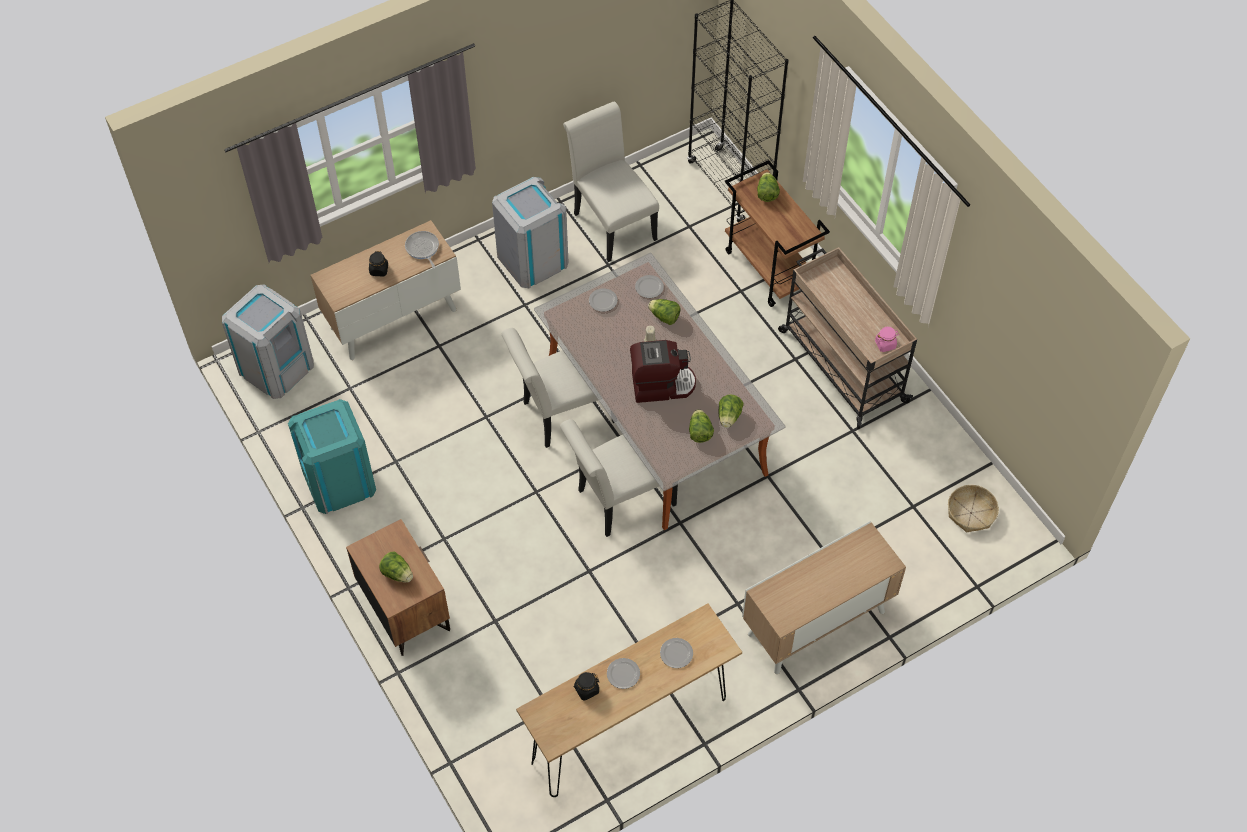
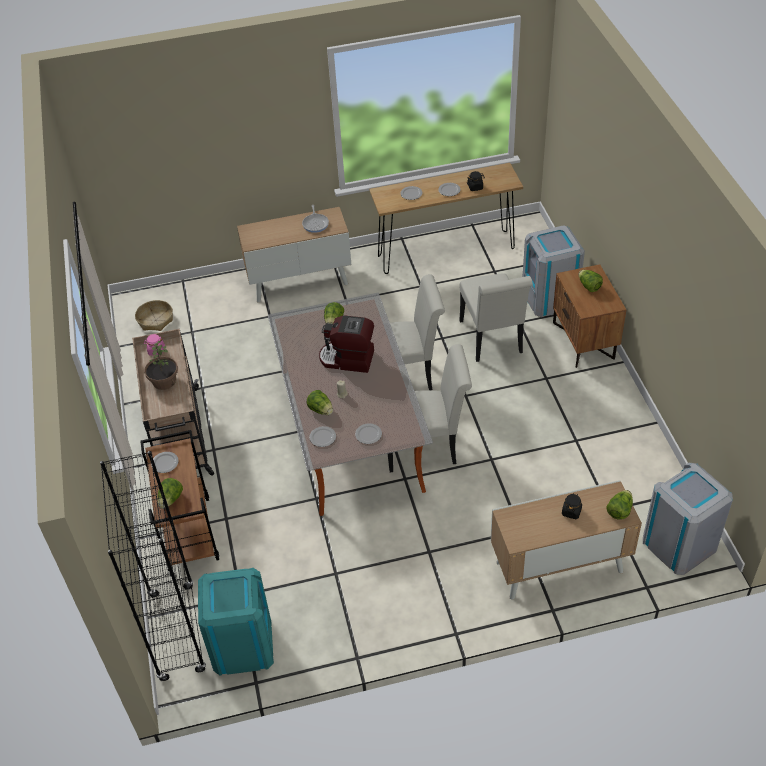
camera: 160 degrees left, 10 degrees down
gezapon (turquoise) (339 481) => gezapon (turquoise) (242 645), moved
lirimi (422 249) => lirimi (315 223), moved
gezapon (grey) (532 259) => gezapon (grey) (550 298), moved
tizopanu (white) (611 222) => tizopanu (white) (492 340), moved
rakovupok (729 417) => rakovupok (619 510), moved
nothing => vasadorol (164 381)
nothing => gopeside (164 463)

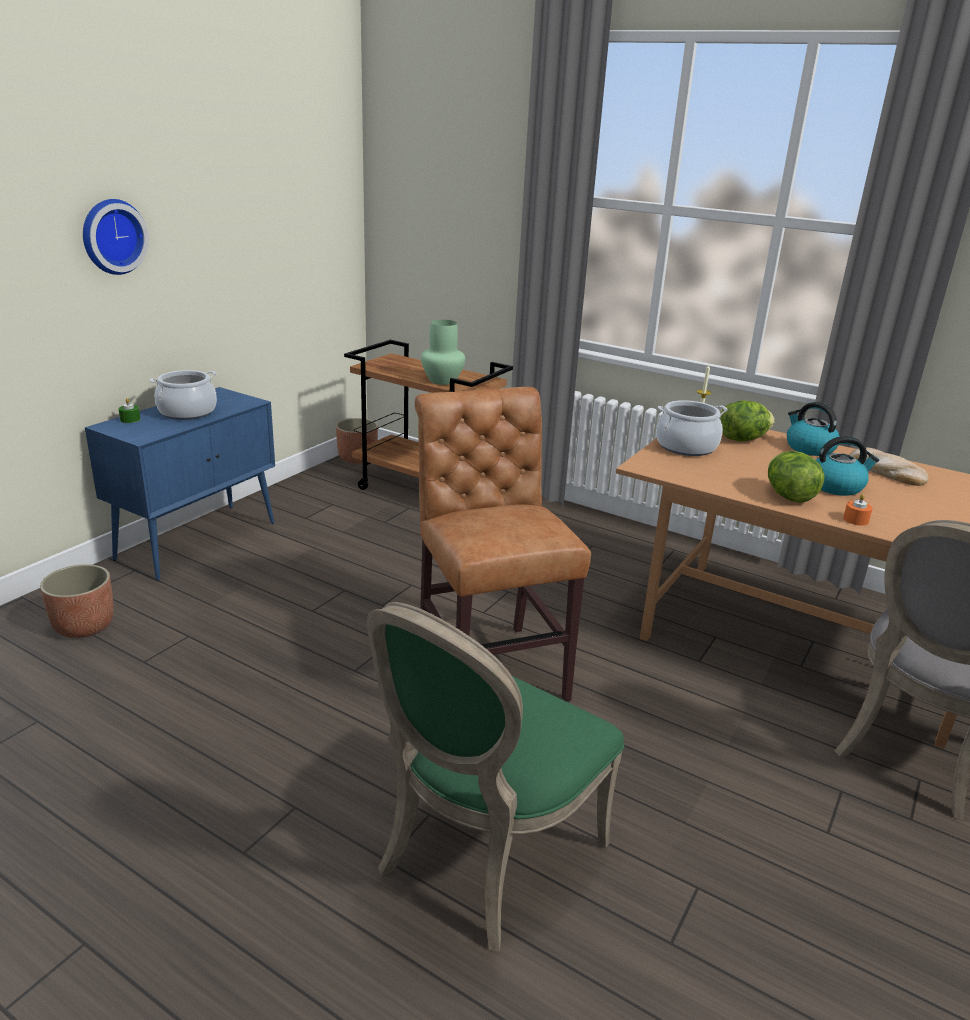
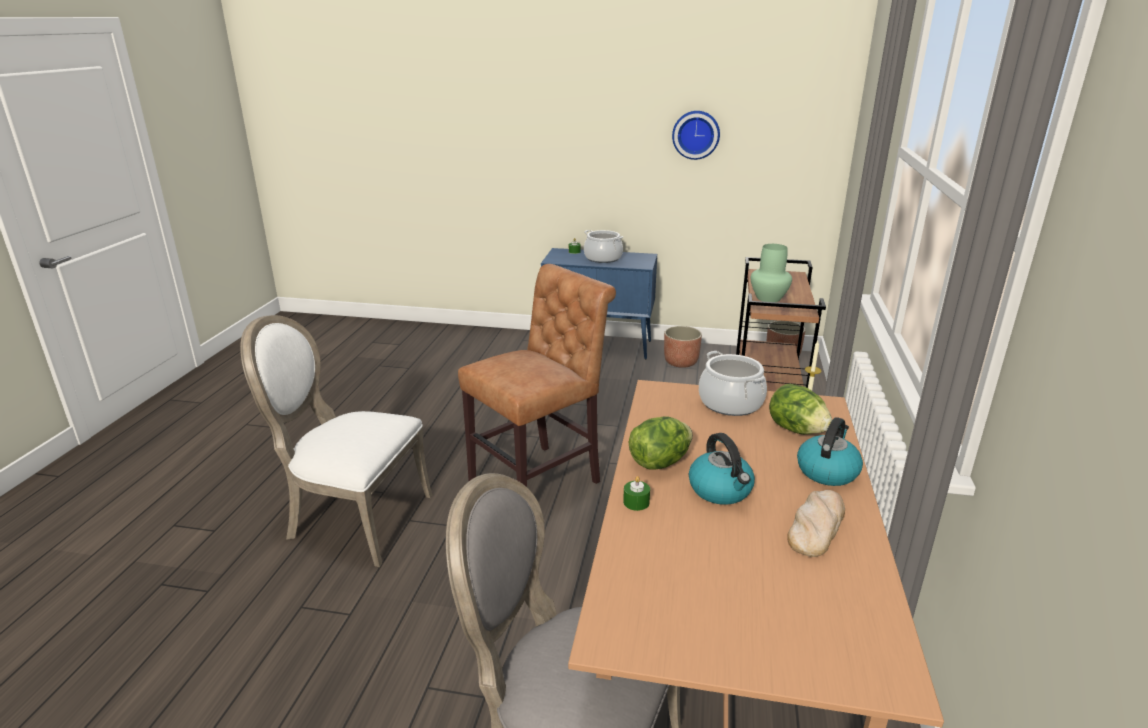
camera: 70 degrees right, 0 degrees up
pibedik (84 626) => pibedik (680 362), moved
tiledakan (112 236) => tiledakan (696 134), moved
tizopanu (green) (482 857) => tizopanu (white) (353 519)
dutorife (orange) (855 520) => dutorife (green) (636 502)

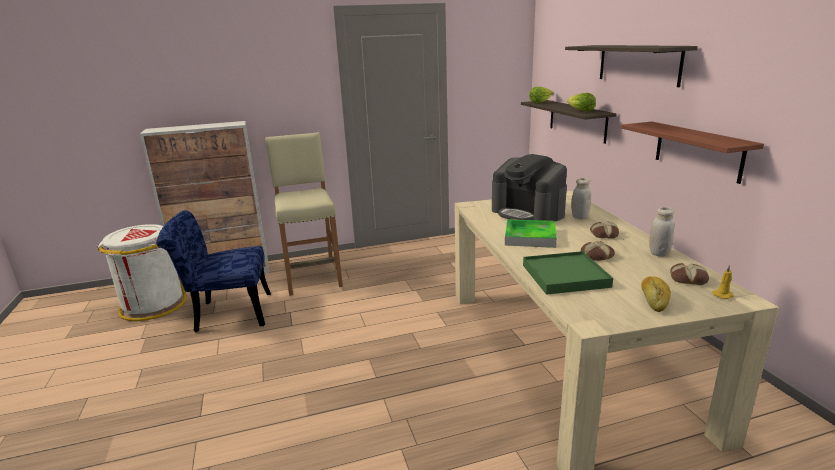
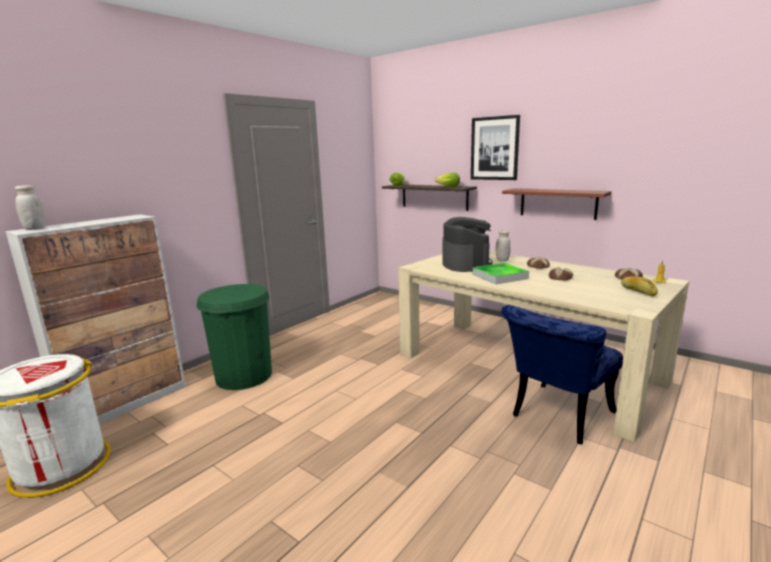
camera: 35 degrees left, 5 degrees down
tizopanu (blue) (226 314) => tizopanu (blue) (557 417), moved
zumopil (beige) (313 276) => gezapon (green) (244 376)
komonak (528 213) => komonak (465 264), 105 degrees counterclockwise
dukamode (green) (565 276) => nothing
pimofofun (638 64) => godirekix (494 148)
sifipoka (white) (659 253) => sifipoka (white) (35 229), moved

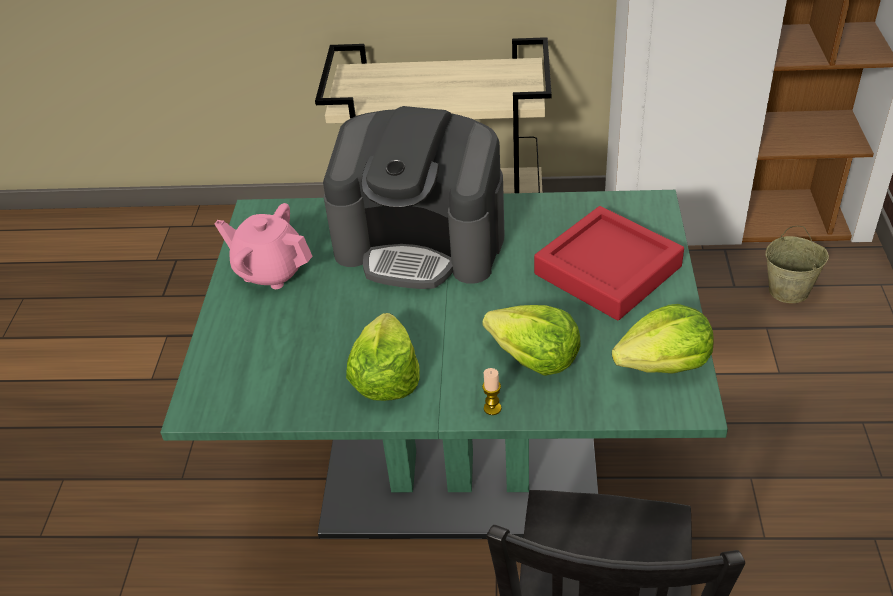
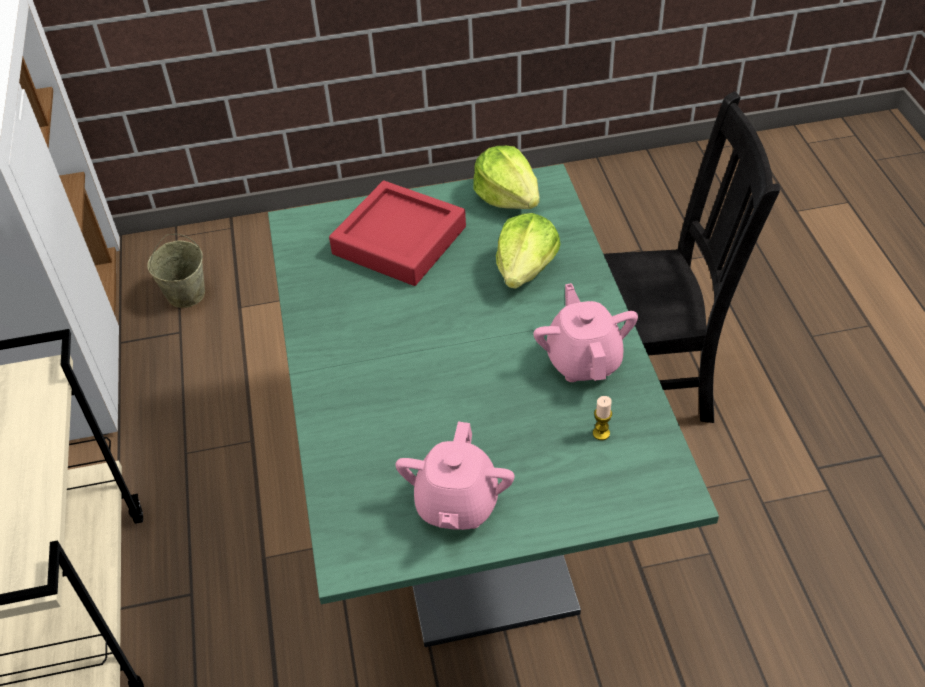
camera: 105 degrees left, 5 degrees up
komonak (421 243) => nothing
rakovupok (385 377) => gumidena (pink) (583 360)
dutorife (492 408) => dutorife (601 433), moved

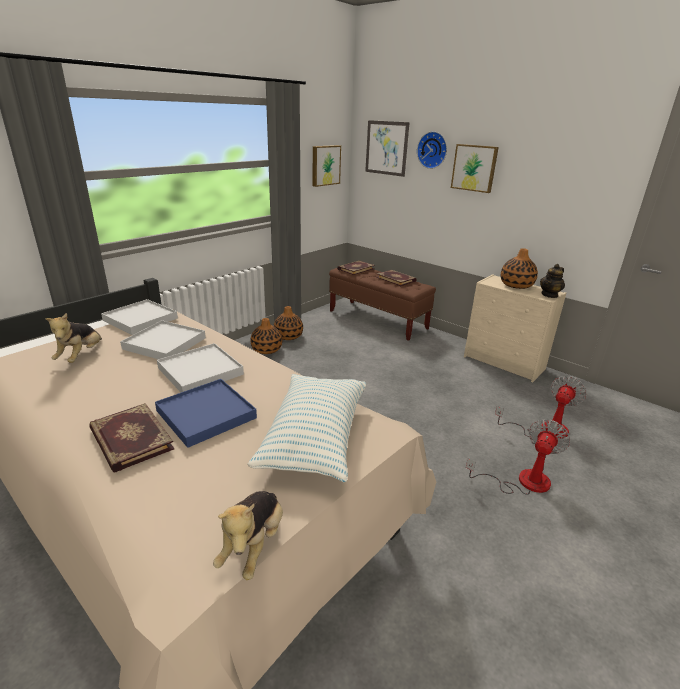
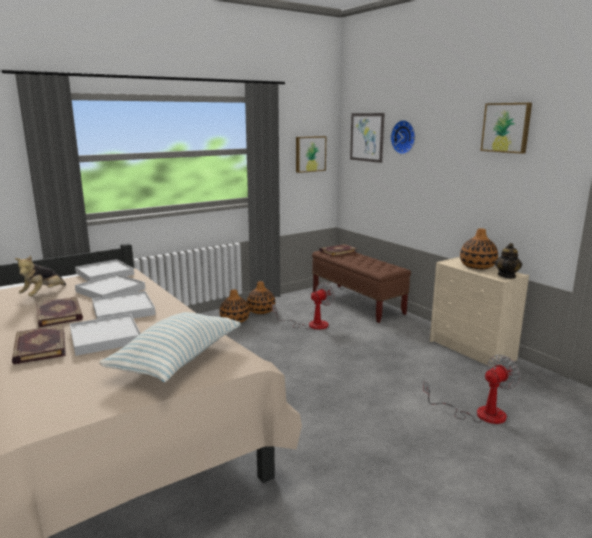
camera: 15 degrees right, 10 degrees down
dukamode (blue) (206 414) => dukamode (white) (105 337)
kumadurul (253 545) => nothing
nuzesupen (396 279) => nuzesupen (60 314), moved
godirekix (474 168) => godirekix (506 127), moved
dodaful (522 481) => dodaful (311 325), moved
gumidena (549 295) => gumidena (507 276), 45 degrees counterclockwise

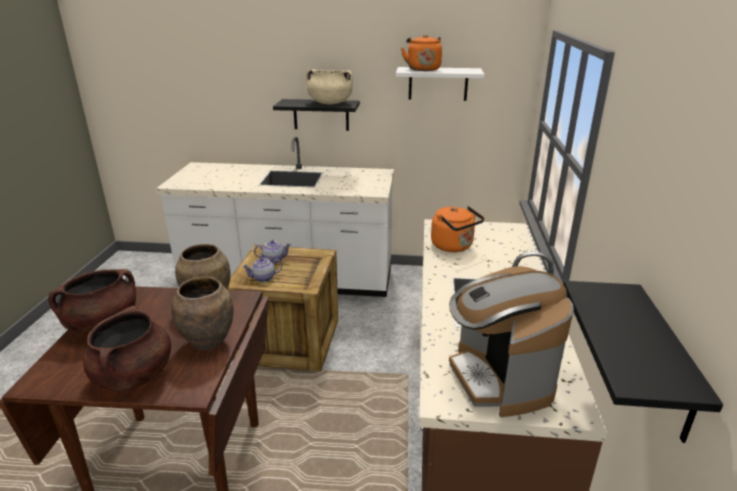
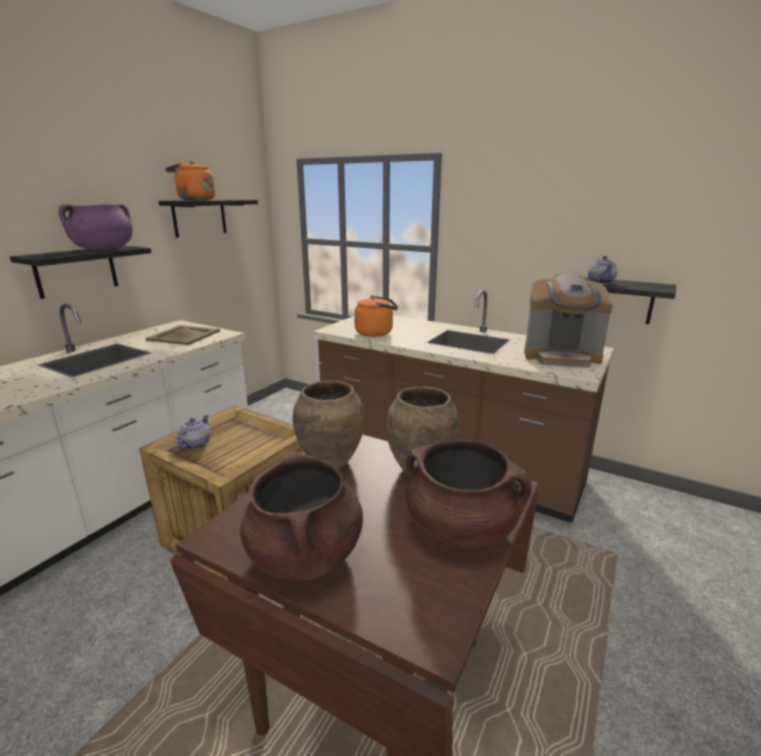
camera: 65 degrees left, 5 degrees down
gumidena (263 278) => gumidena (601 282), moved
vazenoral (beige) (330 103) => vazenoral (purple) (104 249)
pimofofun (white) (438 83) => pimofofun (black) (199 217)
nothing => dukamode (beige) (184 335)

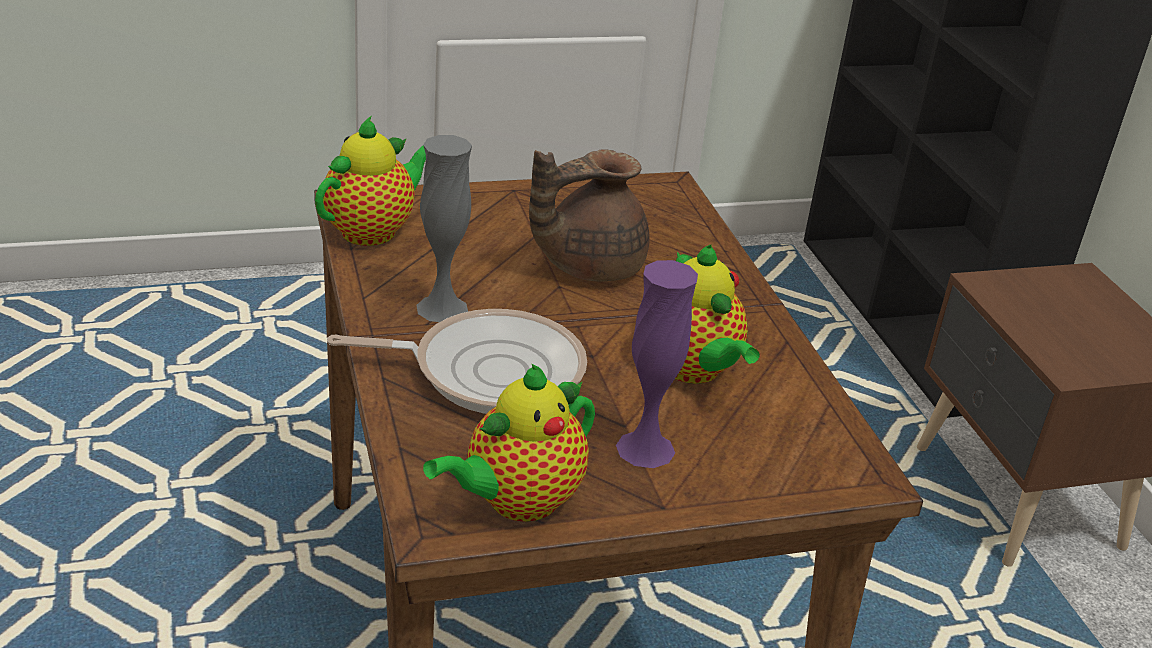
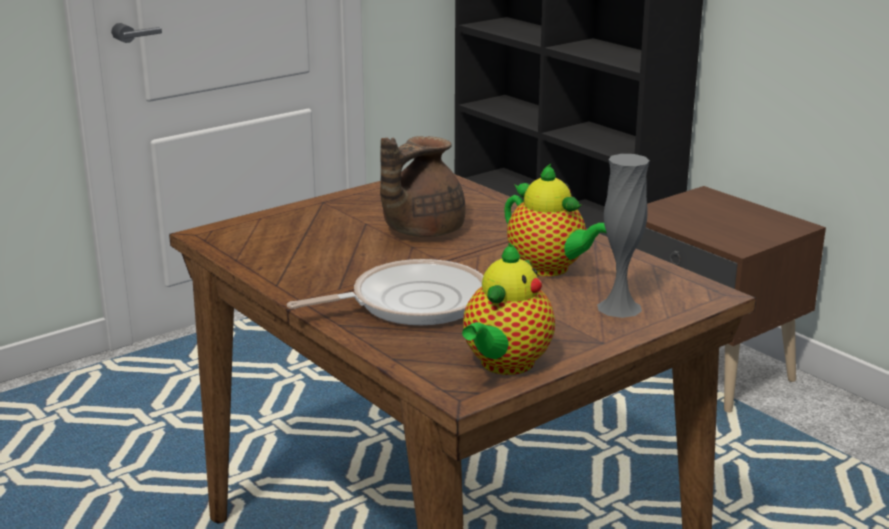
camera: 20 degrees left, 10 degrees down
gumidena (374 230) => nothing
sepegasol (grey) (442 308) => sepegasol (grey) (619 307), moved
sepegasol (purple) (645 449) => nothing

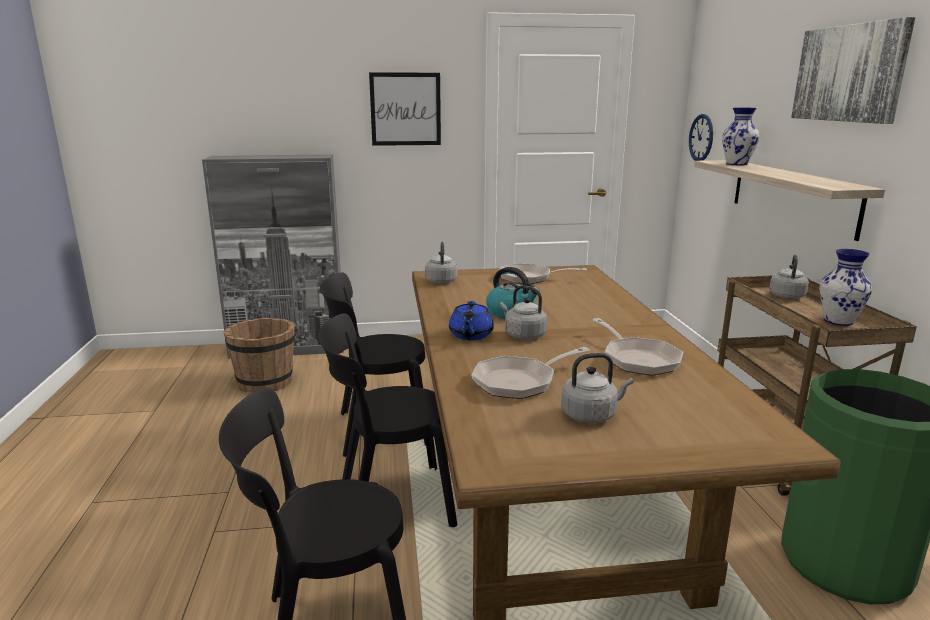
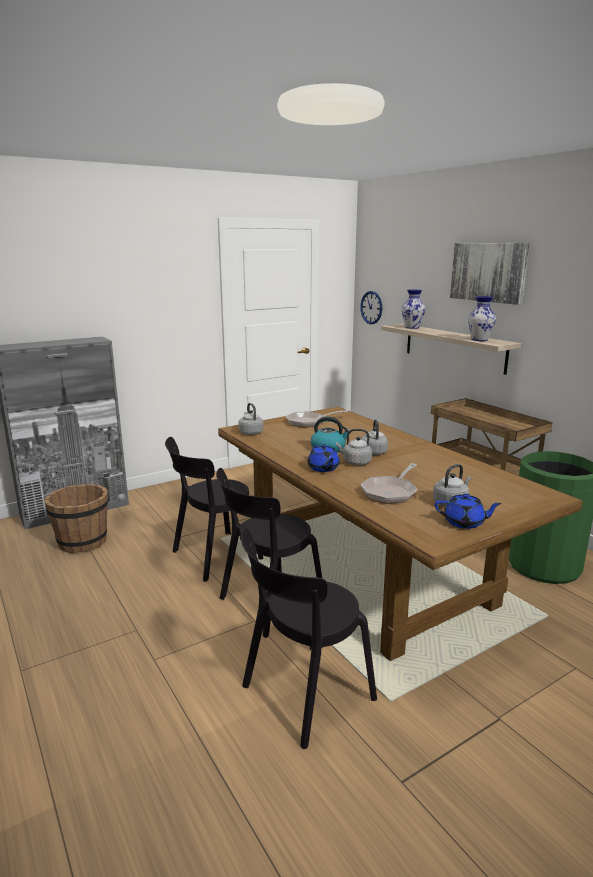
camera: 25 degrees left, 0 degrees up
godirekix (405 109) => nothing
lirimi (637 359) => nothing
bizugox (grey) (787 295) => bizugox (grey) (373 452), moved
sepegasol (837 321) => sepegasol (479 340), moved
nothing => gumidena (blue) (464 522)

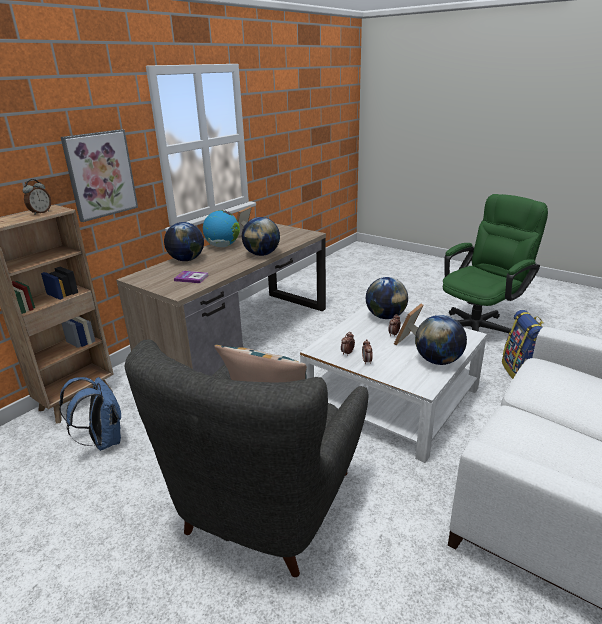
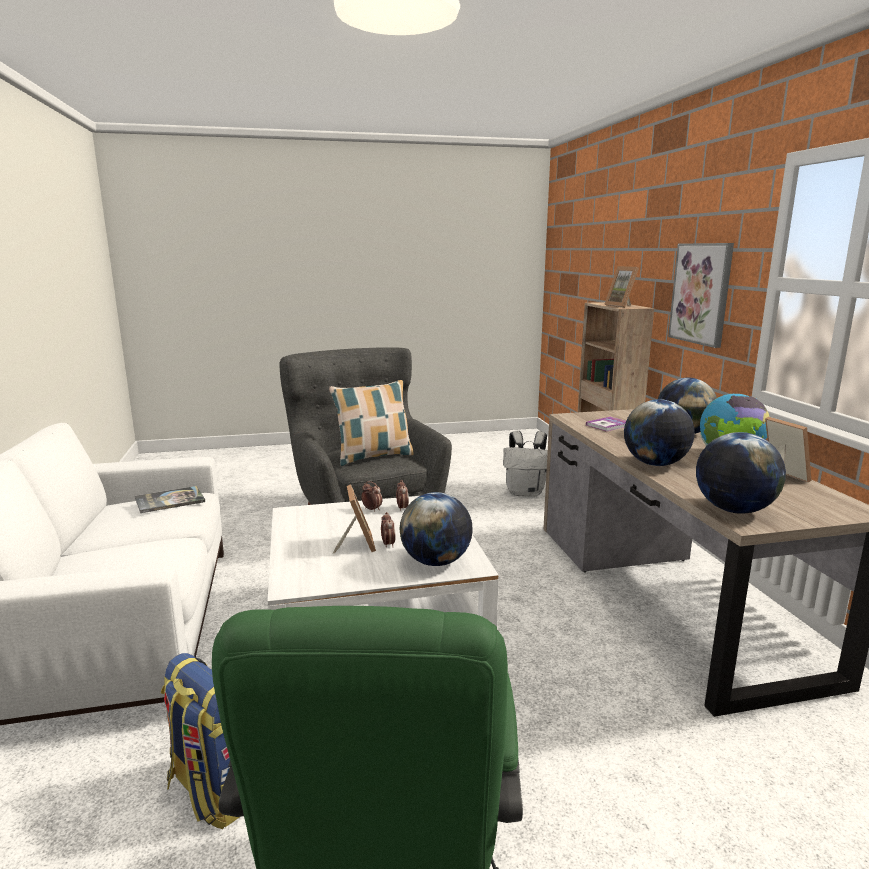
camera: 130 degrees right, 10 degrees down
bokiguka (40 212) => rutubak (622 306)
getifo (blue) (103 441) => getifo (white) (526 492)
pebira (438 361) => pebira (733 510), moved
nothing => nuzesupen (170 500)

